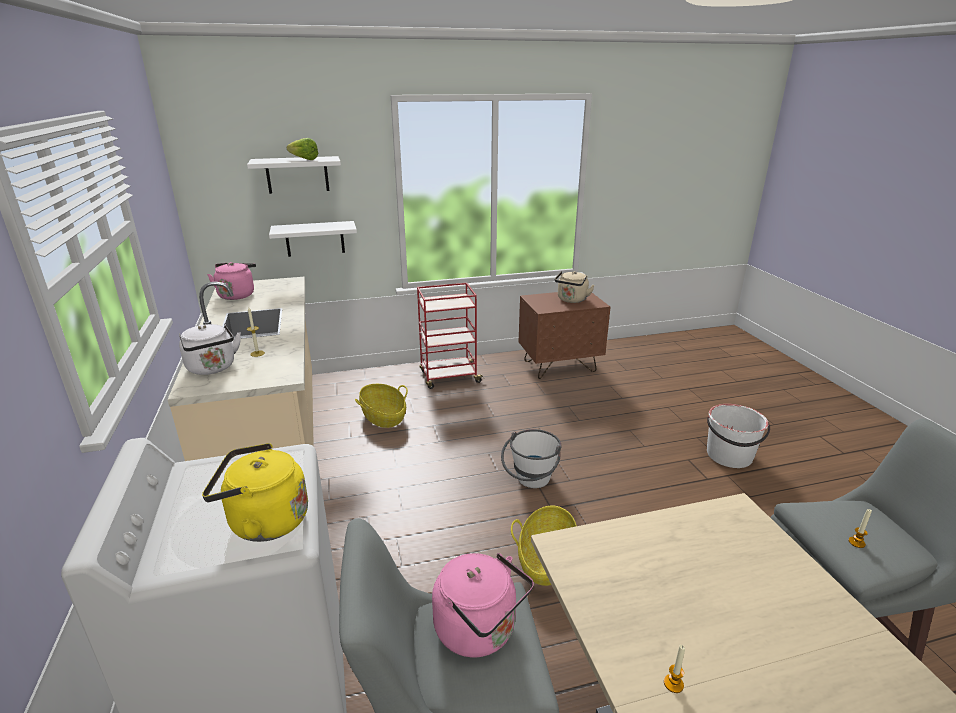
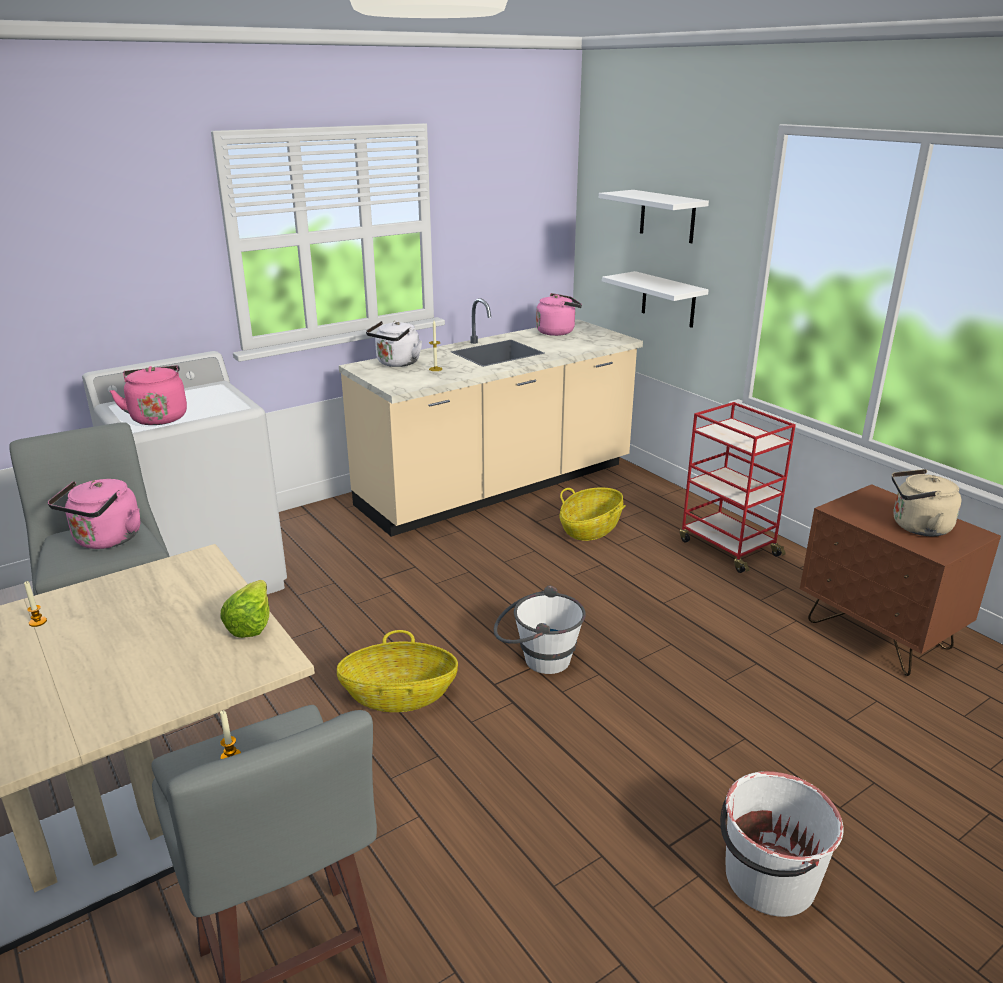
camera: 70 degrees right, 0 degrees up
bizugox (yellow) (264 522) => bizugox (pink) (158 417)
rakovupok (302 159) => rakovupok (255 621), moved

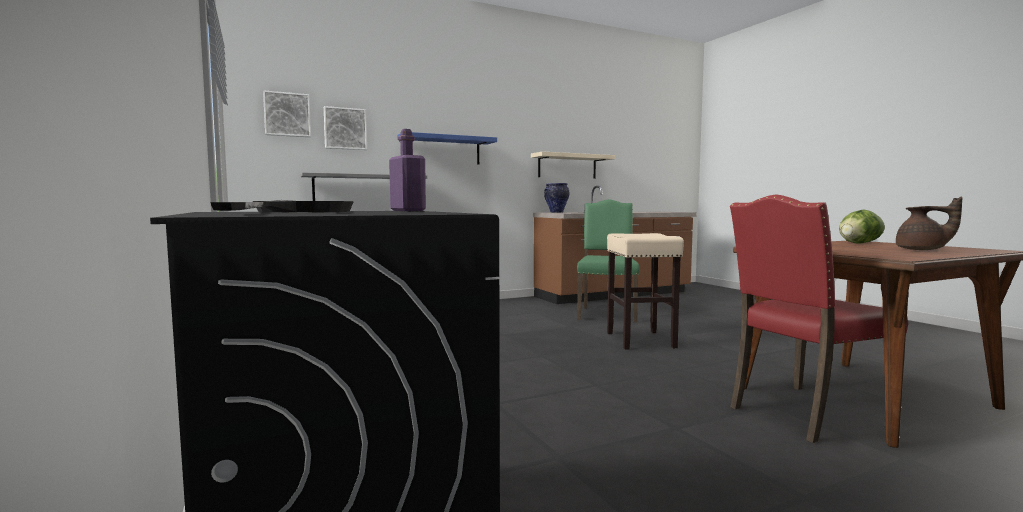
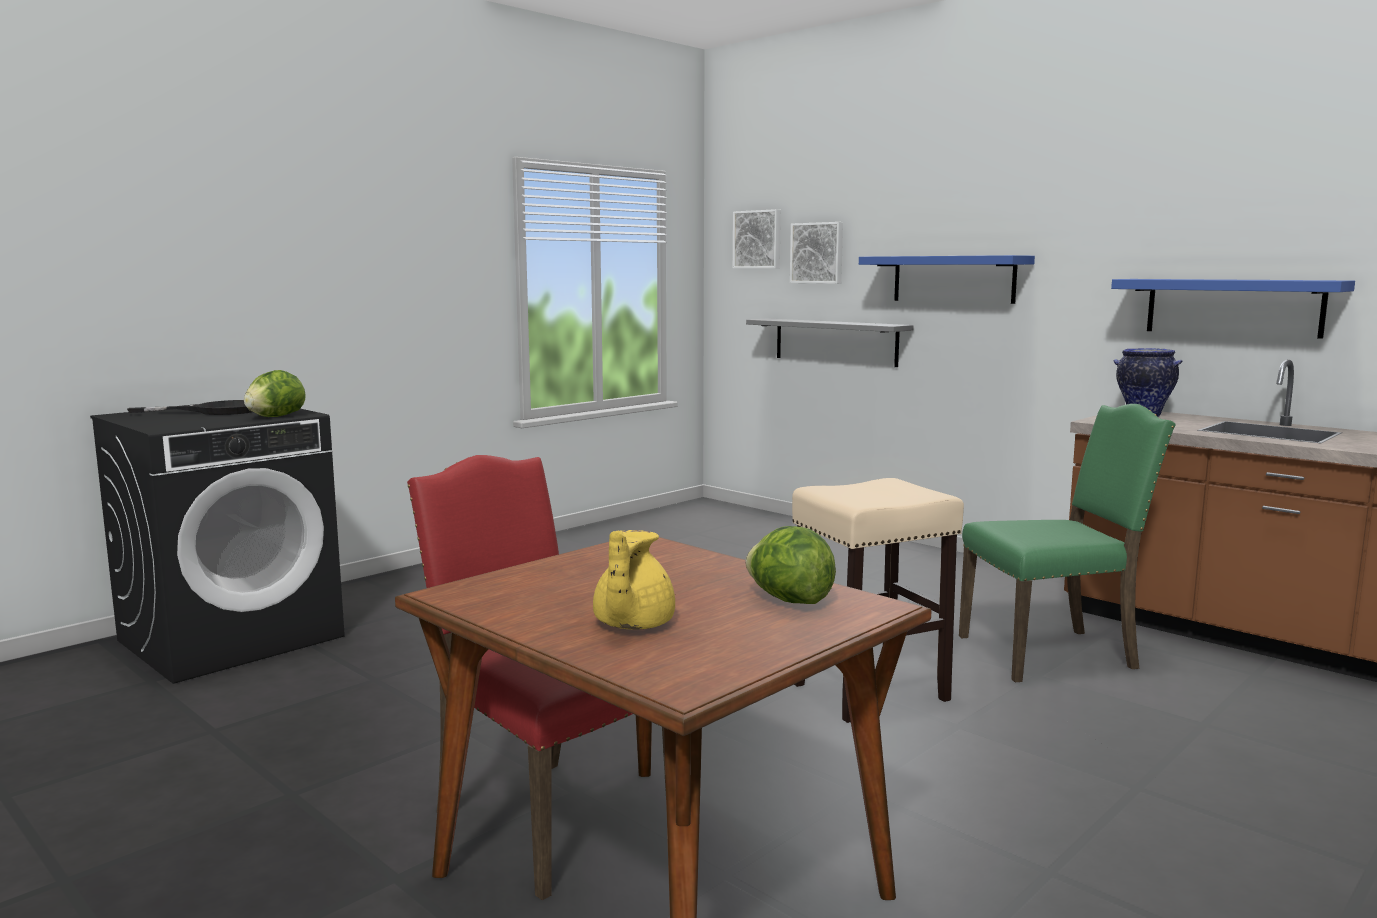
camera: 70 degrees right, 5 degrees up
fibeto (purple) (408 210) => rakovupok (275 416)
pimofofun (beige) (567 166) => pimofofun (blue) (1233 307)
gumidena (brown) (922 250) => gumidena (yellow) (631 625)

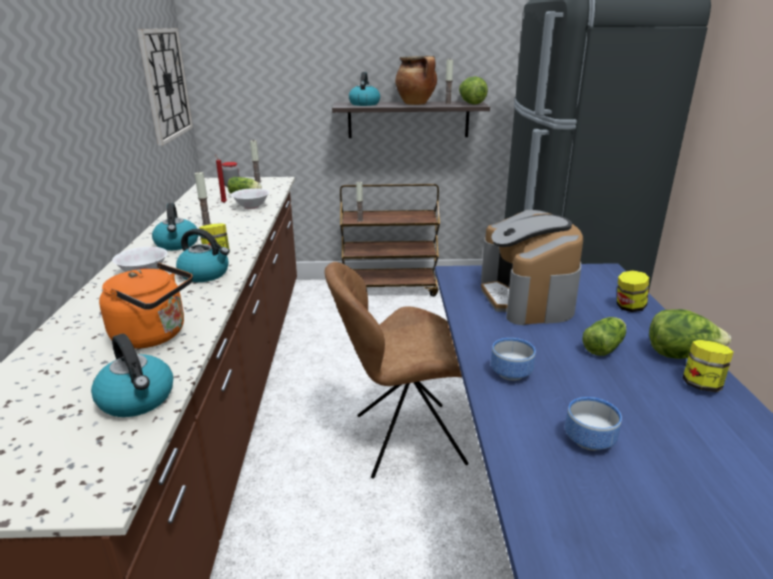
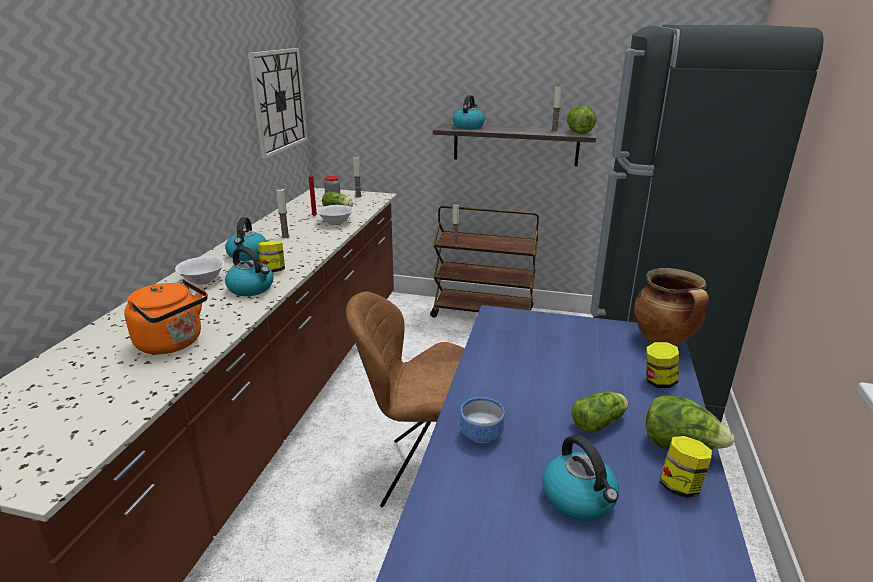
camera: 15 degrees right, 0 degrees up
bizugox (138 399) => bizugox (579 499), moved
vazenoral (416 104) => vazenoral (664 342), moved
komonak (527 298) => nothing
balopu (590 441) => nothing

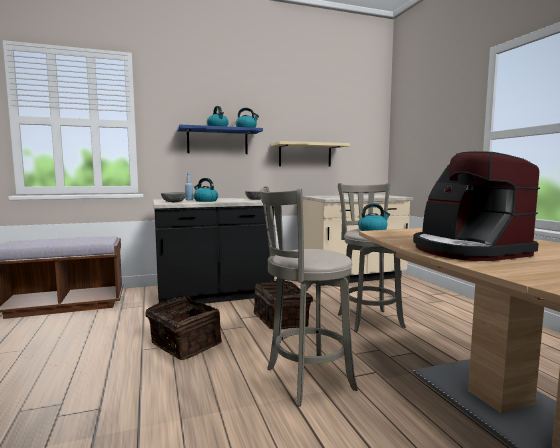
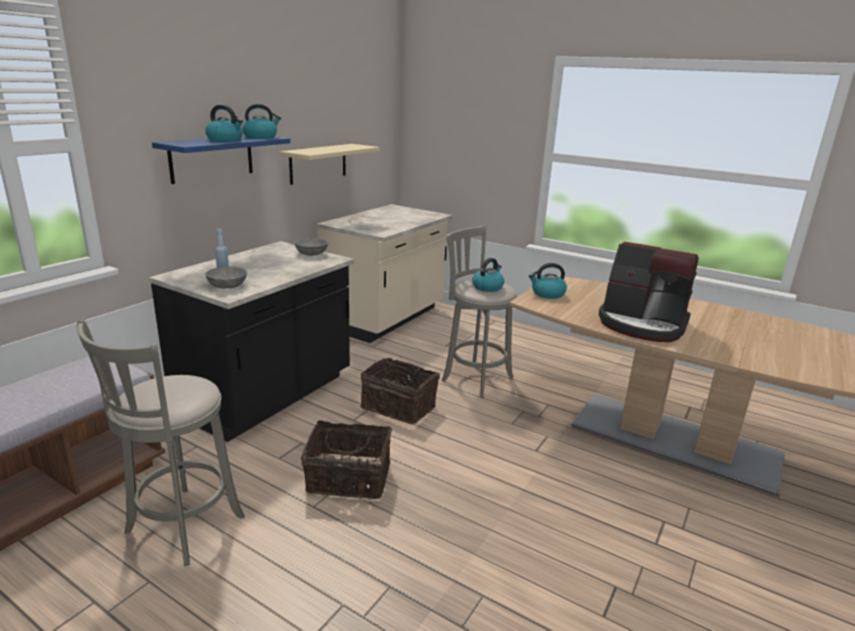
camera: 40 degrees left, 15 degrees up
bizugox (205 201) => bizugox (547 294), moved
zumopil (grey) (305 380) => zumopil (grey) (180 528), moved

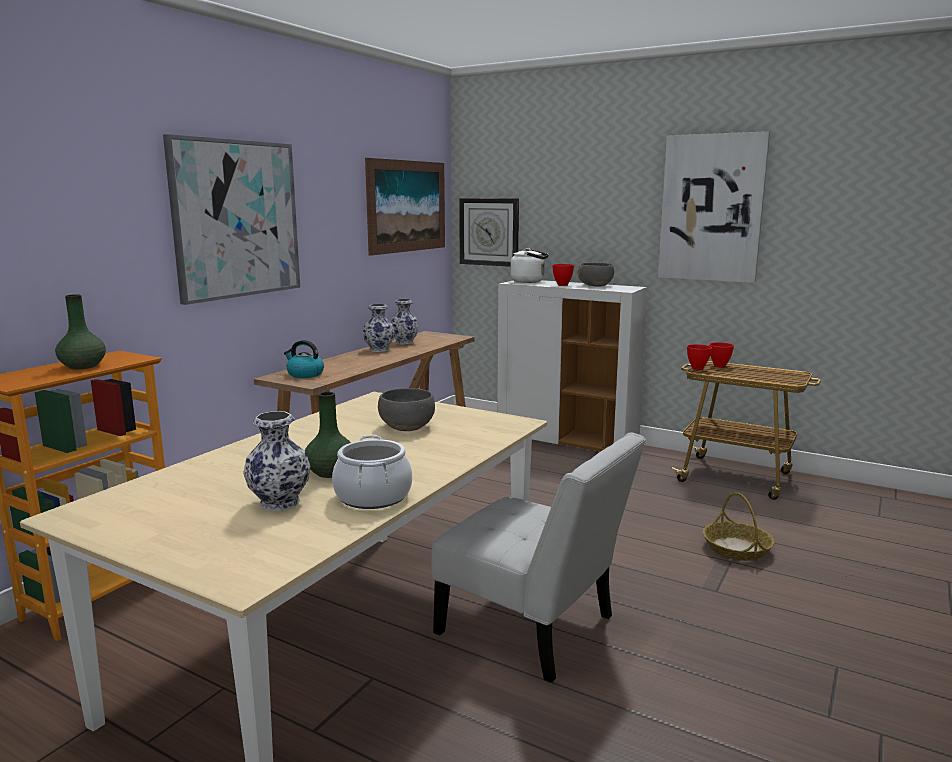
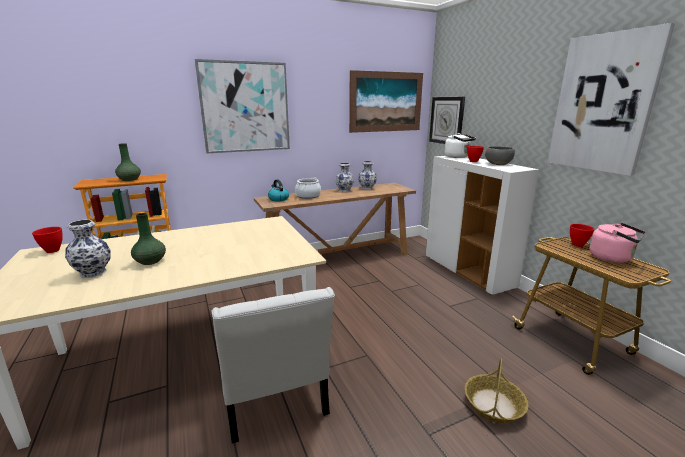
camera: 35 degrees right, 5 degrees up
vazenoral (373 496) => vazenoral (308 196), moved
balopu (grey) (406 427) => nothing
balopu (red) (697 368) => balopu (red) (53 250), moved
nothing => bizugox (pink) (612 258)

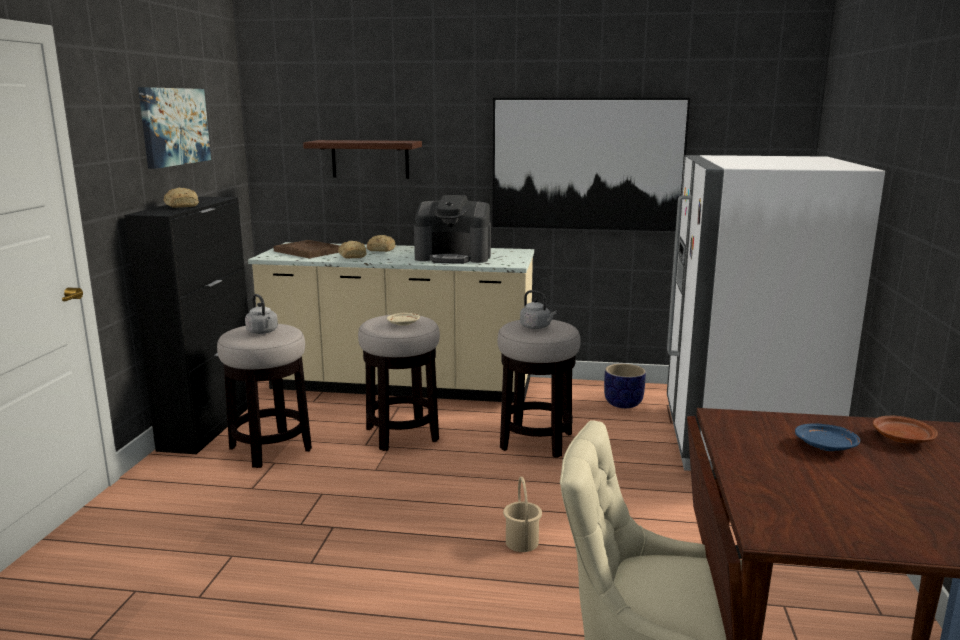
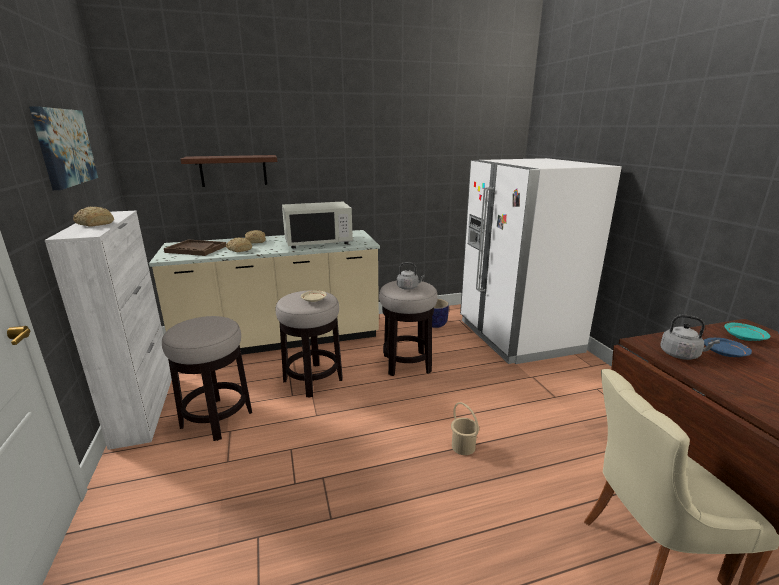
camera: 25 degrees left, 5 degrees up
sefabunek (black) (210 424) => sefabunek (white) (144 408)
bizugox (grey) (263 332) => bizugox (grey) (681 355), moved
komonak (453 257) => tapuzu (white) (318 242)
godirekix (587 164) => nothing
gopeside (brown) (902 438) => gopeside (turquoise) (743 337)

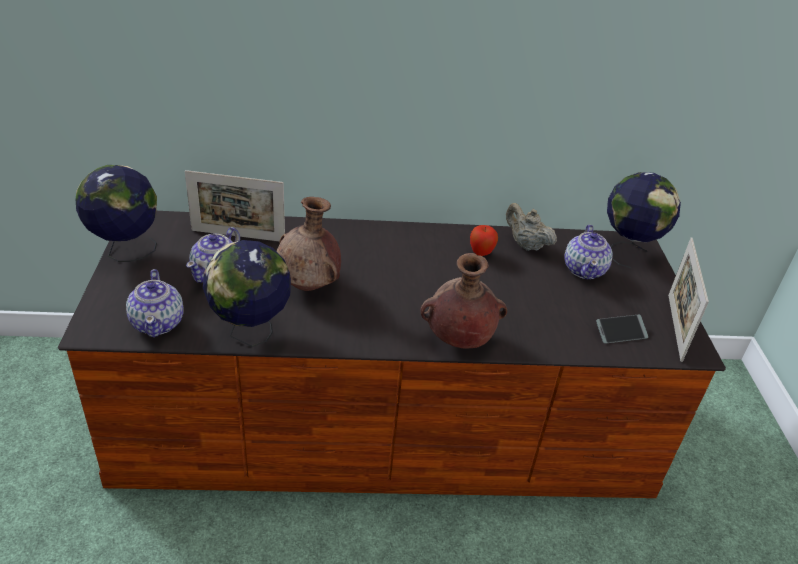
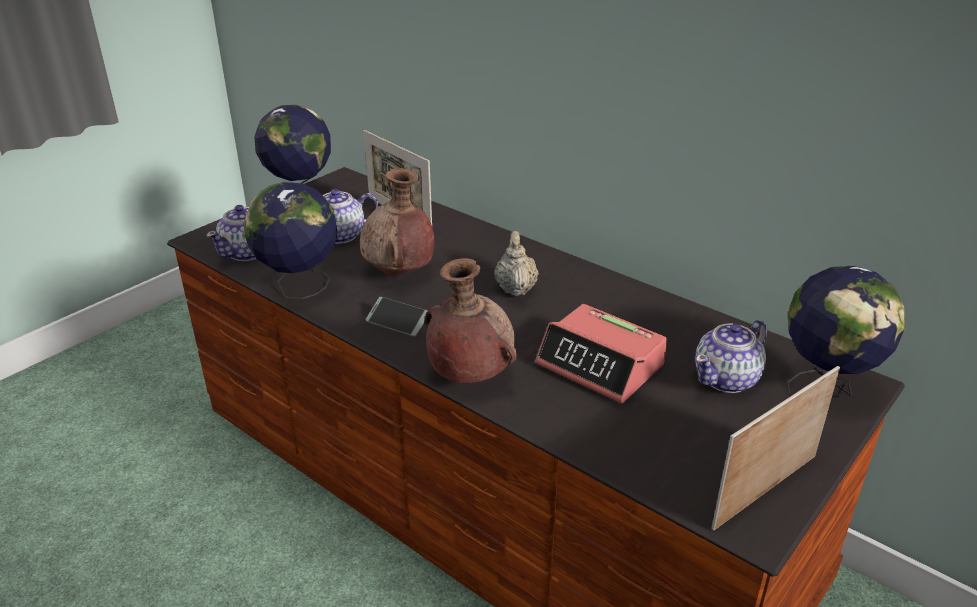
camera: 45 degrees right, 5 degrees down
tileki (481 253) => nothing
gumidena (beige) (526 245) => gumidena (beige) (515 288), moved
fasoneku (620 333) => fasoneku (397 322), moved
nothing => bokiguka (600 365)

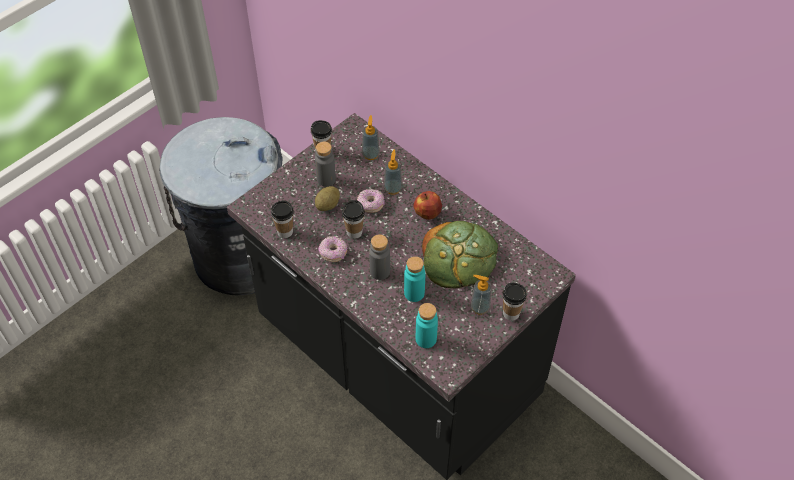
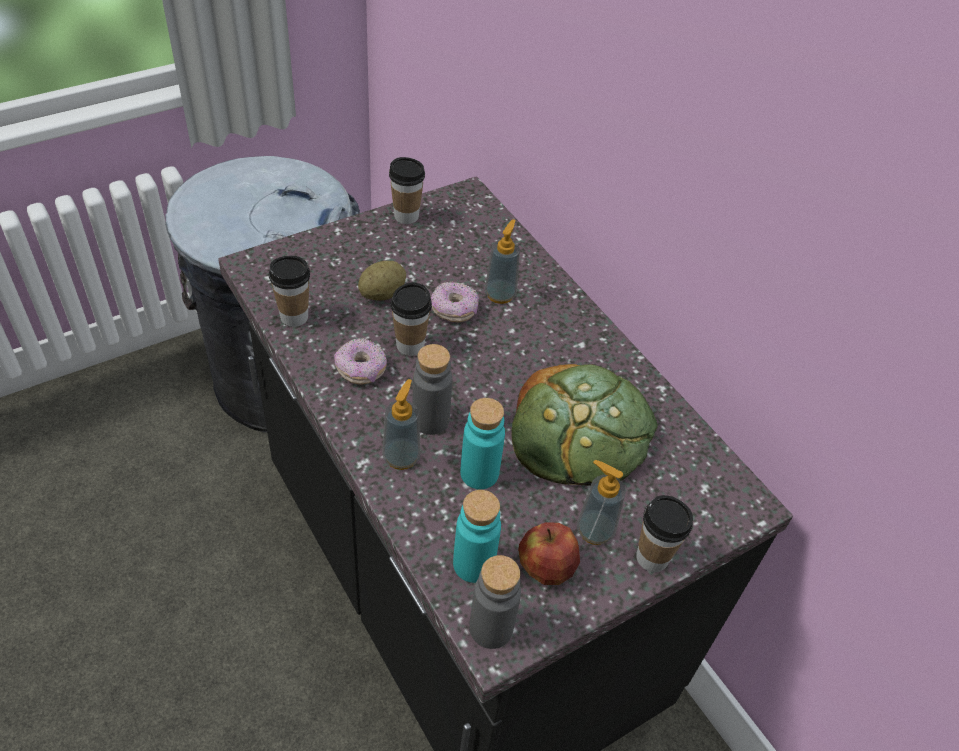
camera: 10 degrees right, 5 degrees down
fibeto (grey) (326 179) => fibeto (grey) (491 628), moved
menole (370 154) => menole (401 457), moved
tileki (427 213) => tileki (546 568), moved

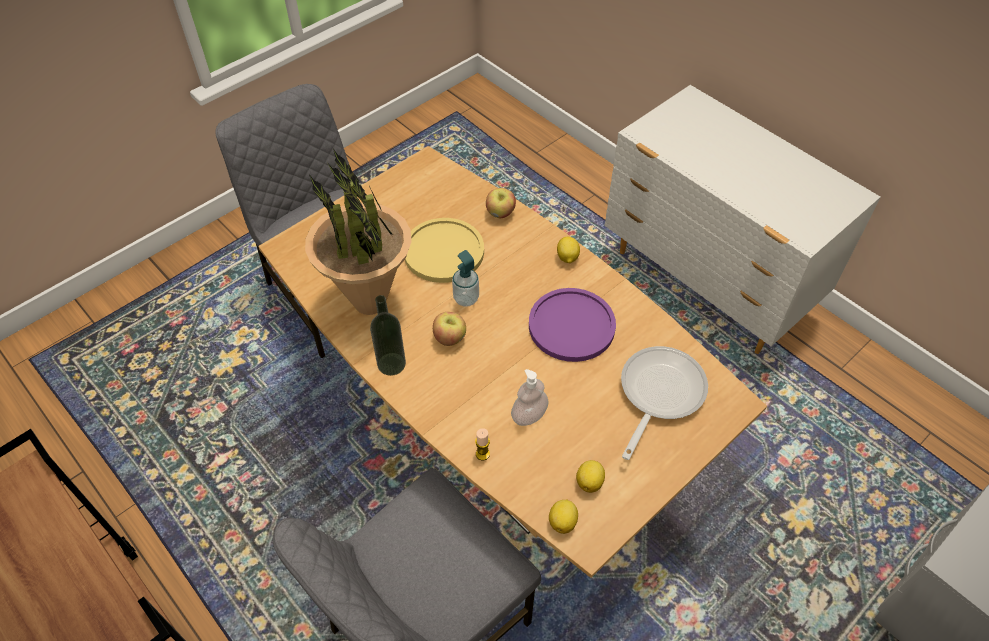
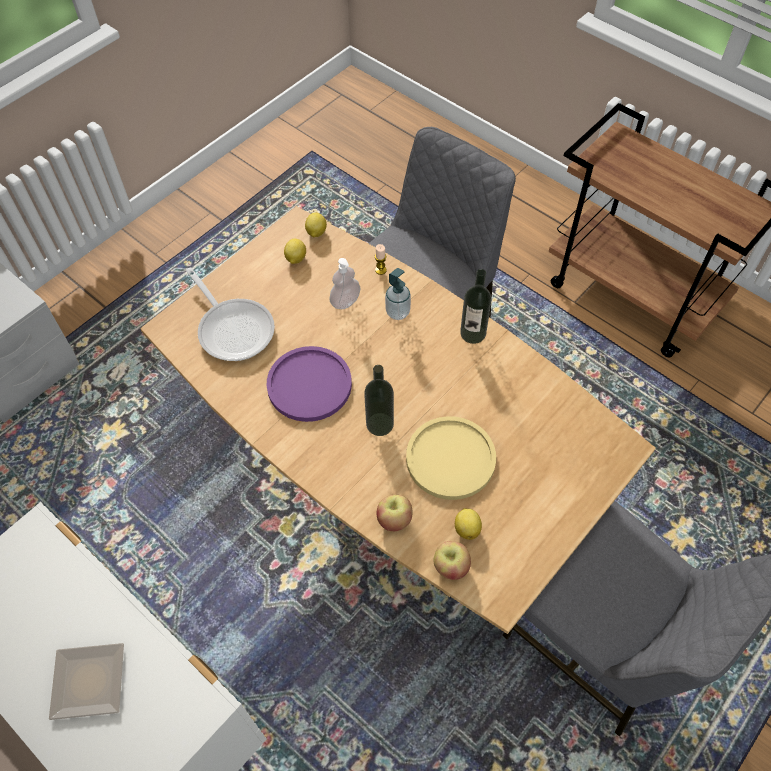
camera: 175 degrees right, 5 degrees up
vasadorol (370 303) => nothing
tileki (450 338) => tileki (451 567), moved
menole (466 298) => menole (397 312), moved
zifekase (567 258) => zifekase (467 528), moved
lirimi (658 394) => lirimi (233 328), 60 degrees counterclockwise
nothing => gopeside (86 685)
nothing => fibeto (379 424)

